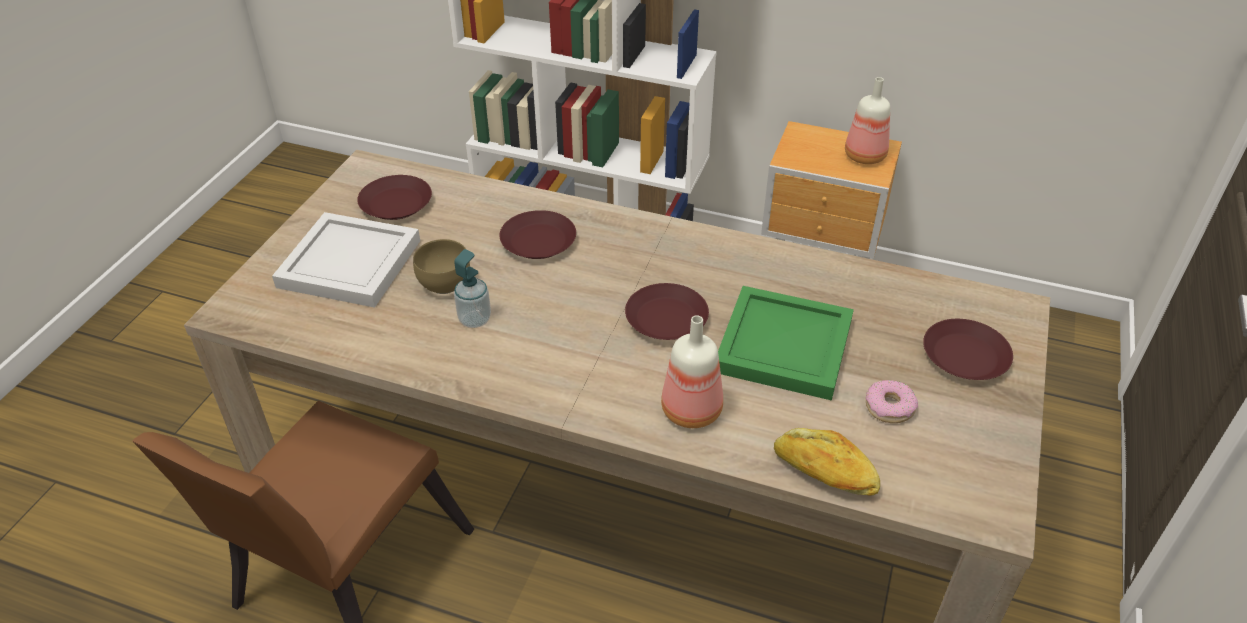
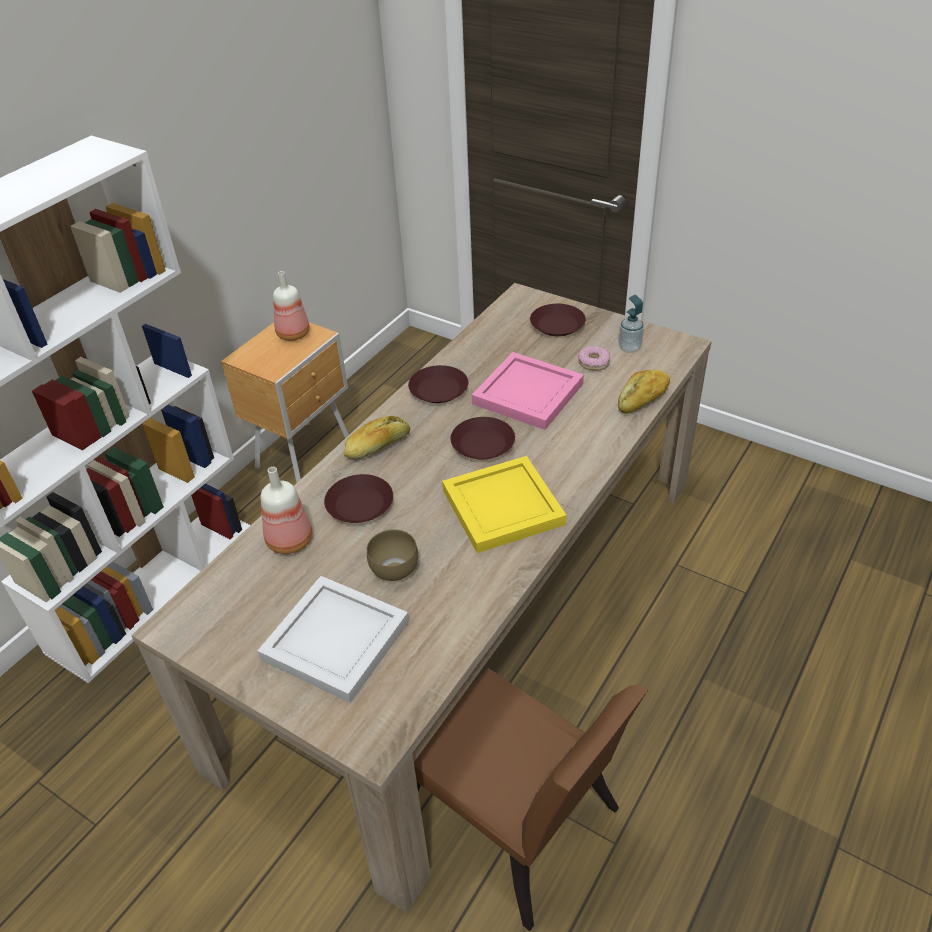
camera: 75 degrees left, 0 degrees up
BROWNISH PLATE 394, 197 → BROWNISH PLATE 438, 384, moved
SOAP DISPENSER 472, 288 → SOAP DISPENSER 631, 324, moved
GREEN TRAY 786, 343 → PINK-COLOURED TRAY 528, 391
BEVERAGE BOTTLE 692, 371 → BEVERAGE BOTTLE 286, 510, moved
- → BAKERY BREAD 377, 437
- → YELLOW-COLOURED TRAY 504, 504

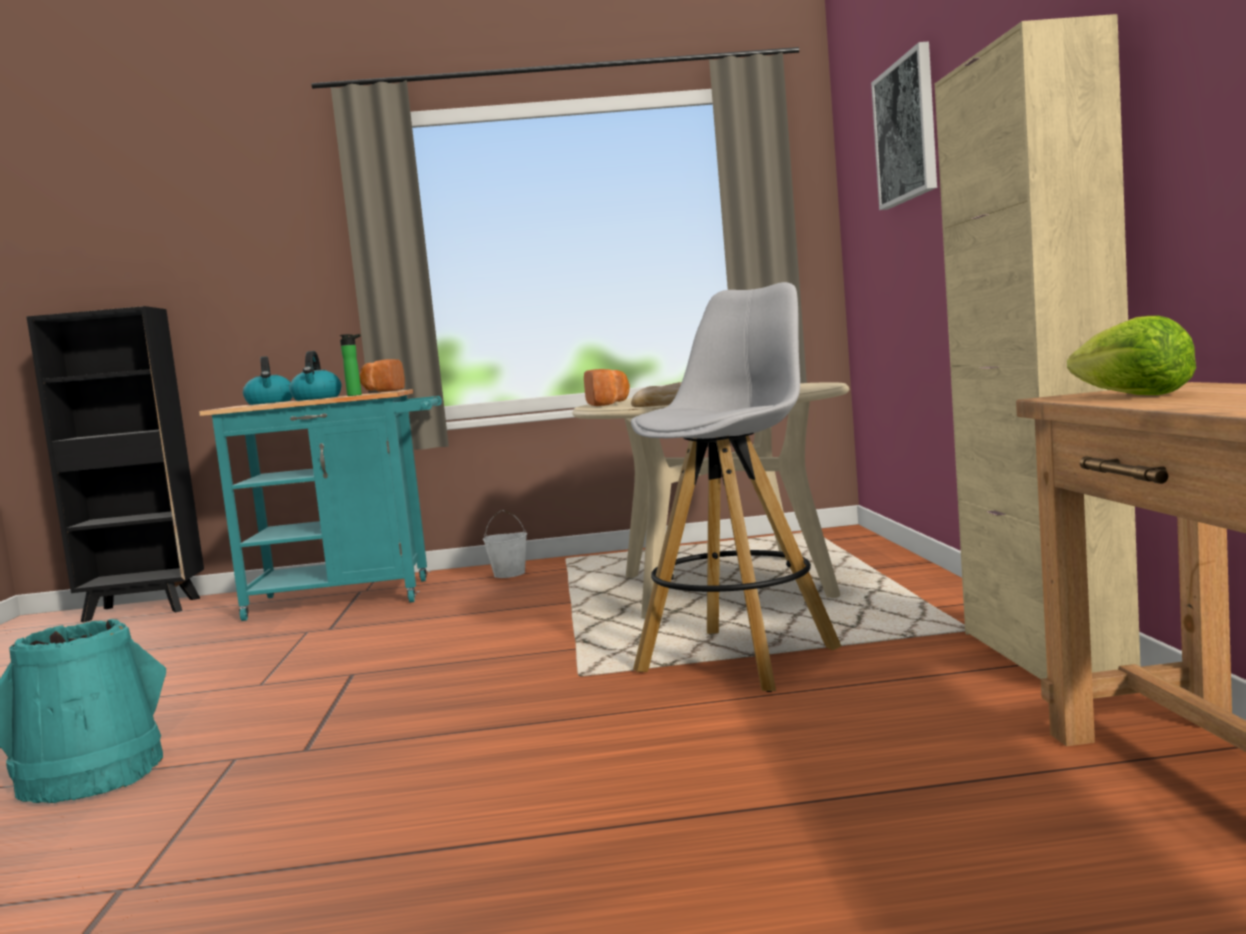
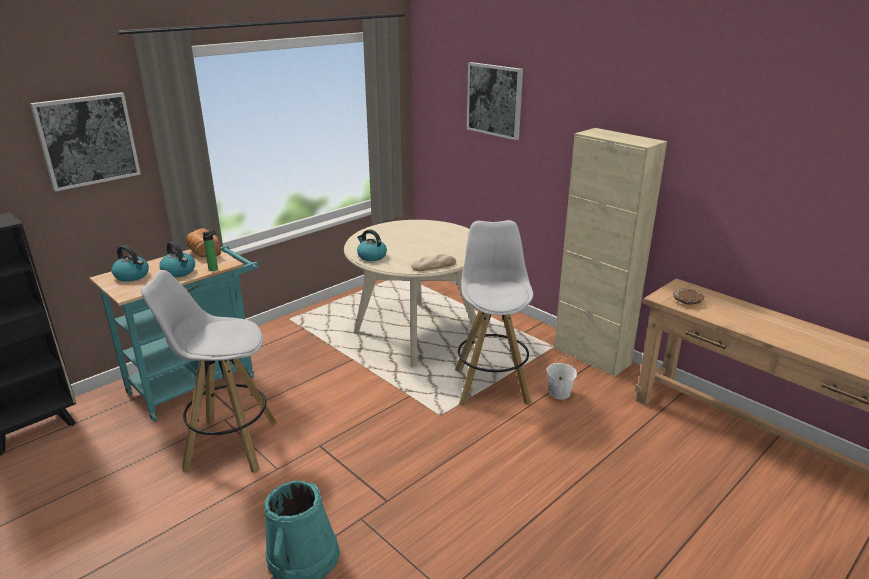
camera: 40 degrees left, 20 degrees up
LETTUCE 1131, 355 → BROWNISH PLATE 688, 297
BAKERY BREAD 607, 387 → KETTLE 372, 245
WHITE-COLOURED WATER BUCKET 505, 544 → WHITE-COLOURED WATER BUCKET 562, 377, moved
- → PICTURE 85, 142
- → WHITE-COLOURED SITTING STOOL 209, 371

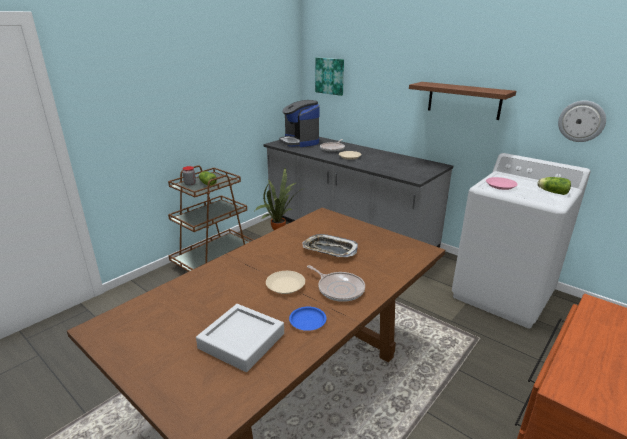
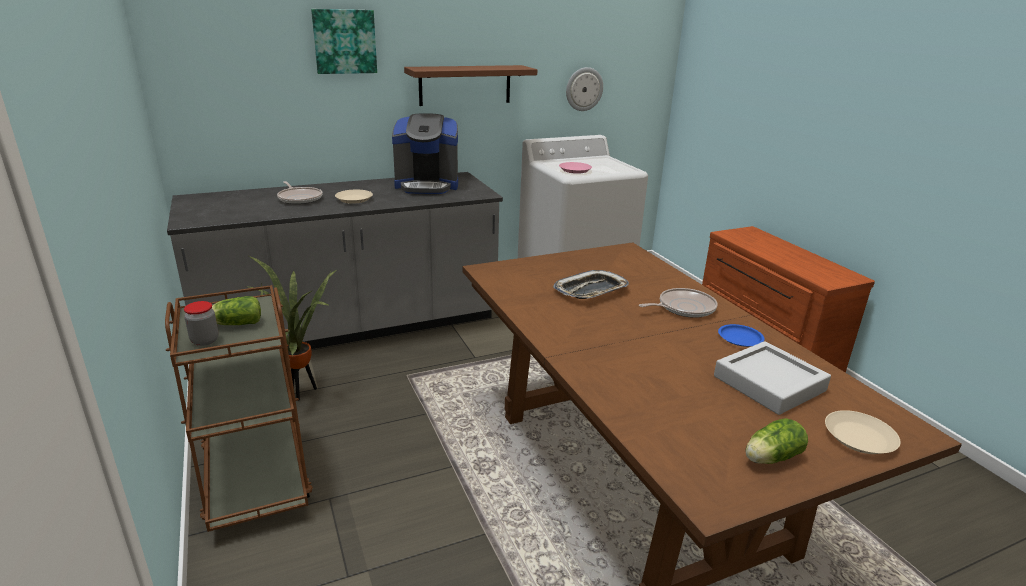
camera: 65 degrees left, 0 degrees up
PICTURE 329, 77 → PICTURE 344, 41, moved
COFFEE MAKER 299, 123 → COFFEE MAKER 425, 153, moved
LETTUCE 554, 186 → LETTUCE 777, 441, moved
BEIGE PLATE 285, 282 → BEIGE PLATE 863, 432, moved

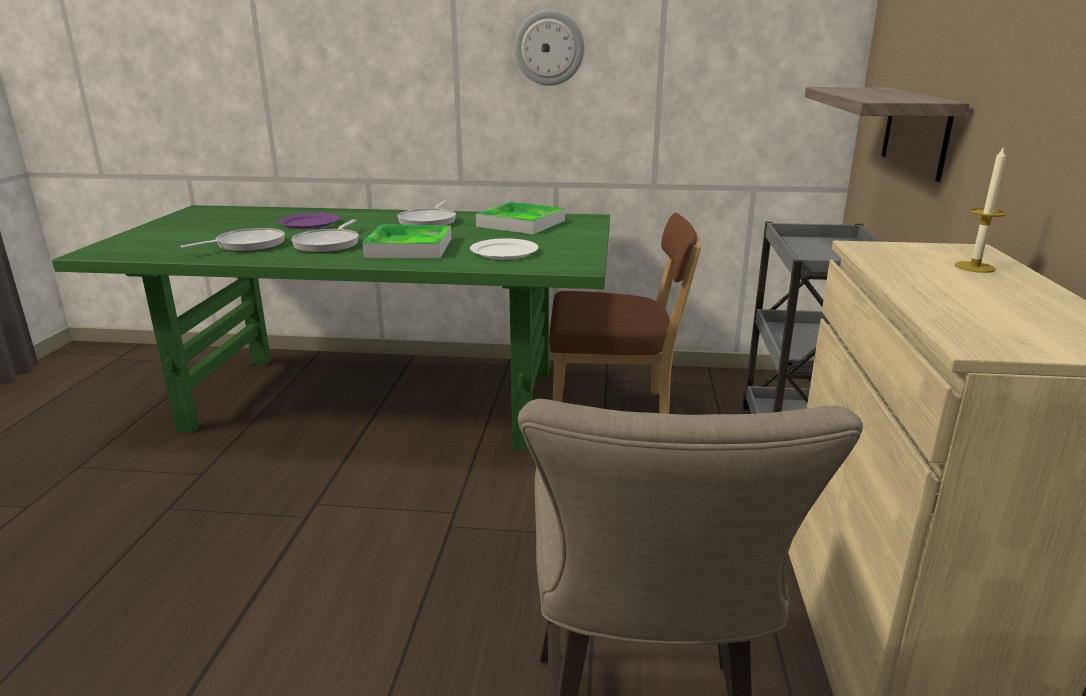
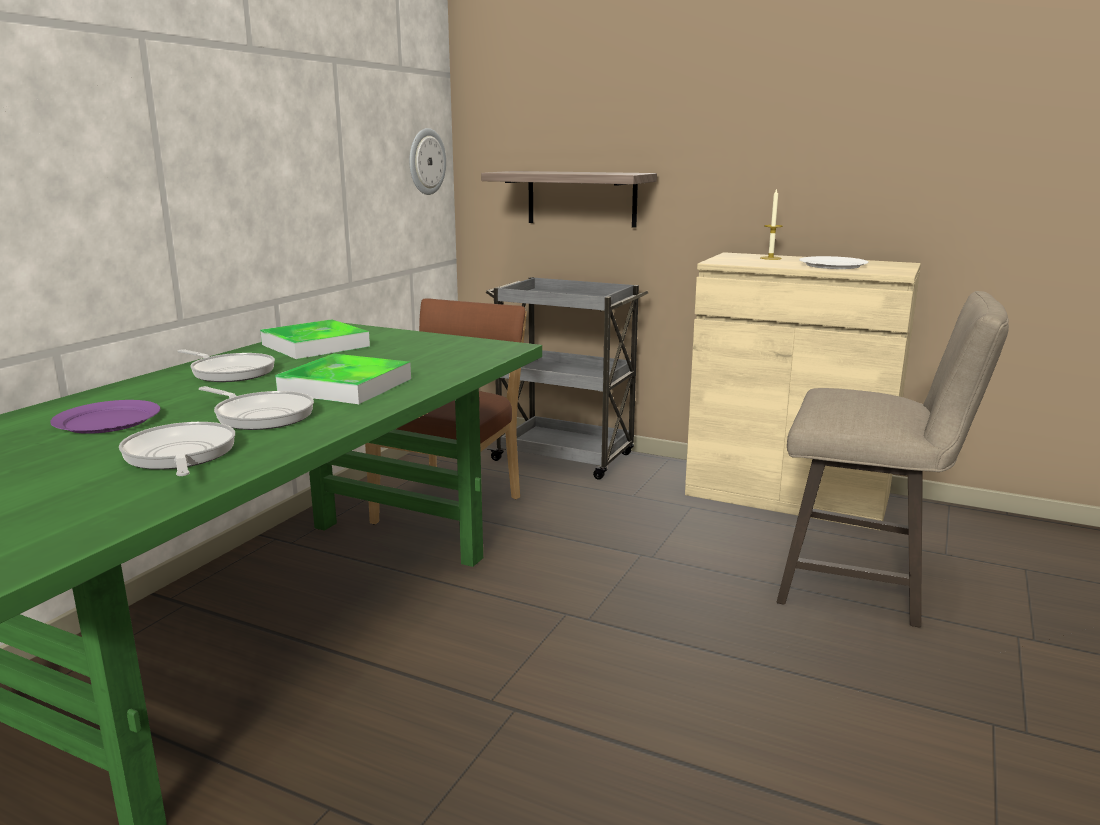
camera: 70 degrees left, 5 degrees down
WALL CLOCK 549, 48 → WALL CLOCK 427, 161, moved
WHITE-COLOURED PLATE 504, 248 → WHITE-COLOURED PLATE 833, 262, moved

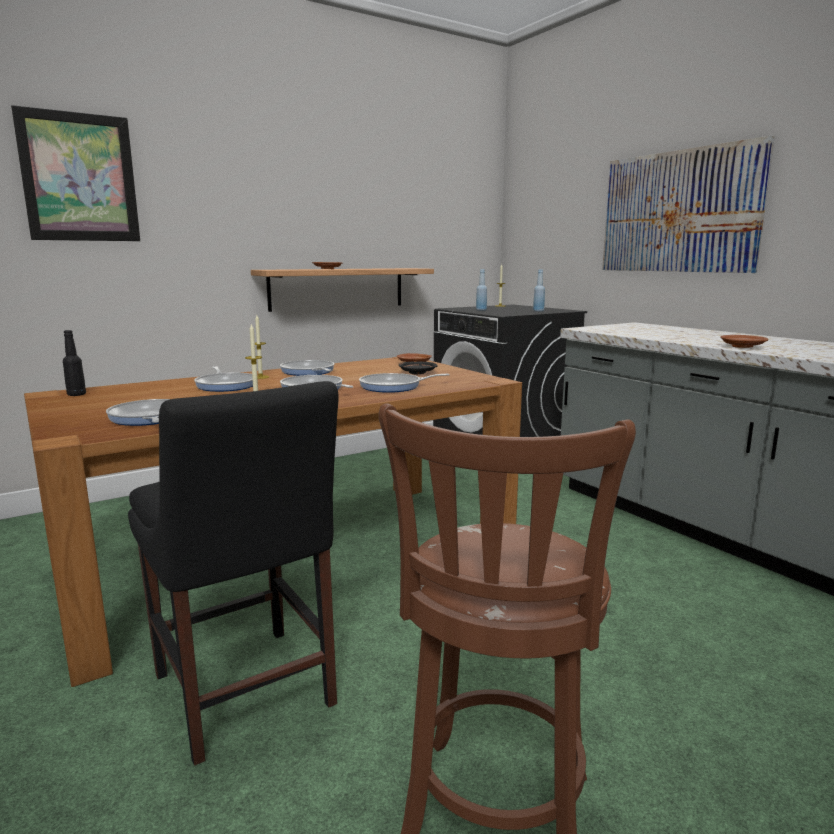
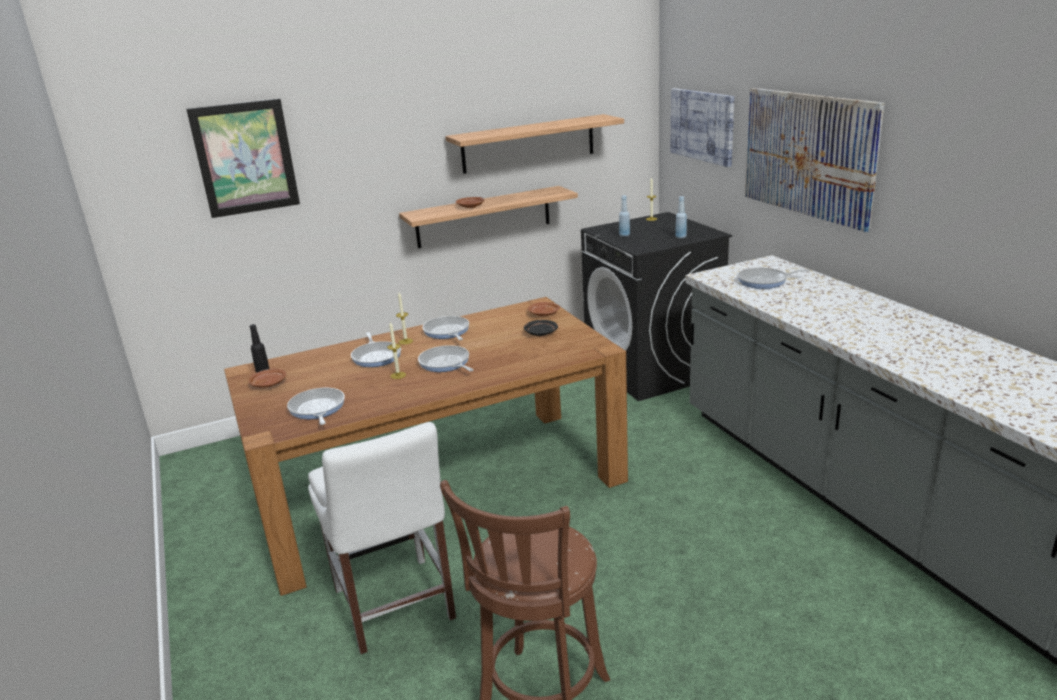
camera: 10 degrees right, 10 degrees up
BROWNISH PLATE 744, 341 → BROWNISH PLATE 267, 378, moved
SKILLET 404, 383 → SKILLET 774, 278, moved
BLACK-COLOURED UPRIGHT CHAIR 233, 573 → WHITE-COLOURED UPRIGHT CHAIR 382, 538
- → PICTURE 702, 127
- → SHELF 534, 144

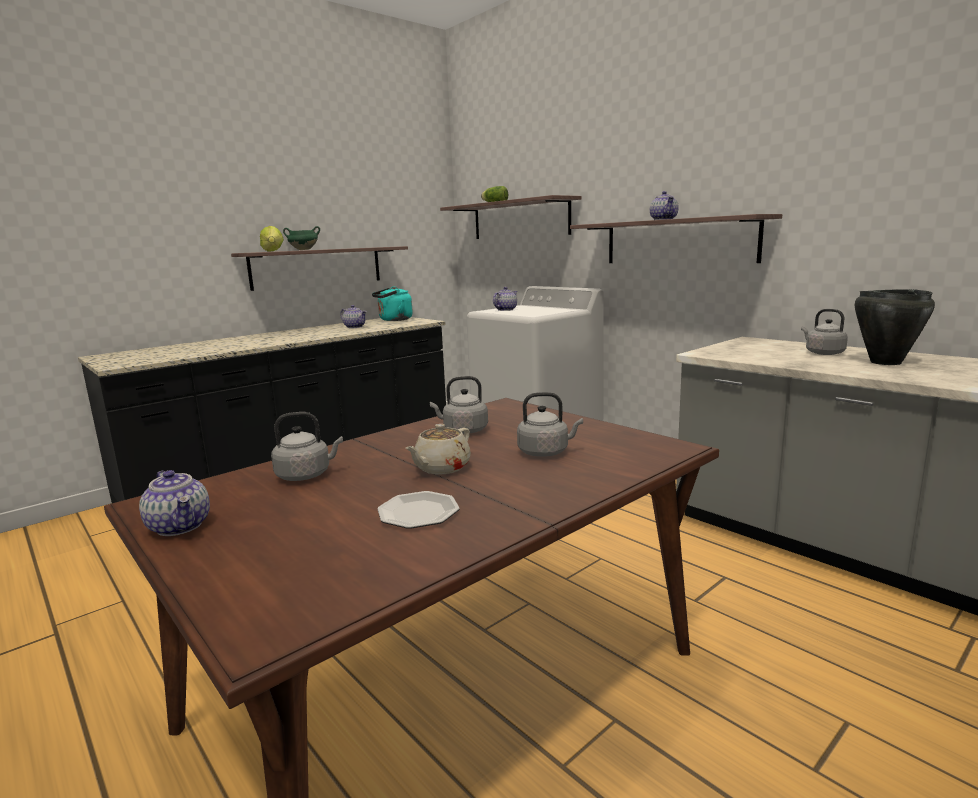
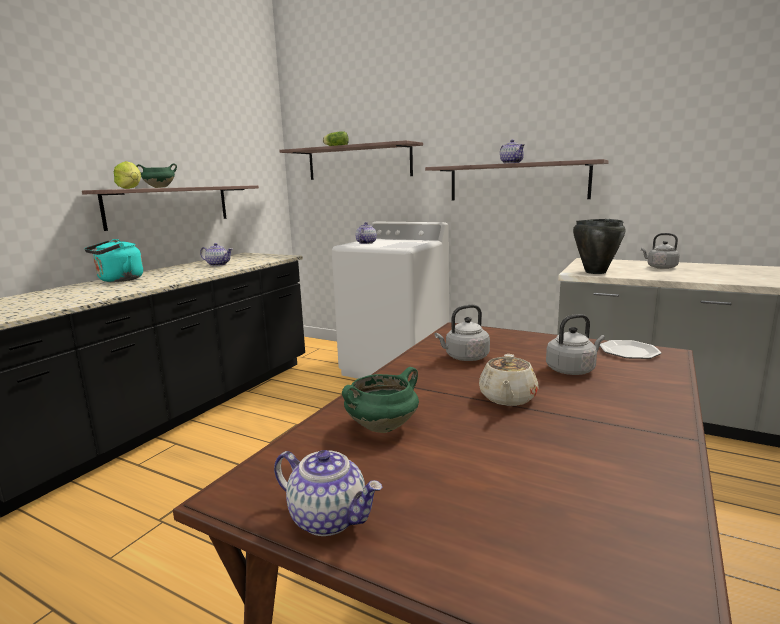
camera: 20 degrees left, 0 degrees up
TURQUOISE KETTLE 392, 304 → TURQUOISE KETTLE 114, 260, moved
BLACK-COLOURED STOCKPOT 895, 327 → BLACK-COLOURED STOCKPOT 599, 246, moved
GRAY KETTLE 307, 446 → GREEN STOCKPOT 380, 400
PLATE 418, 510 → PLATE 631, 349, moved

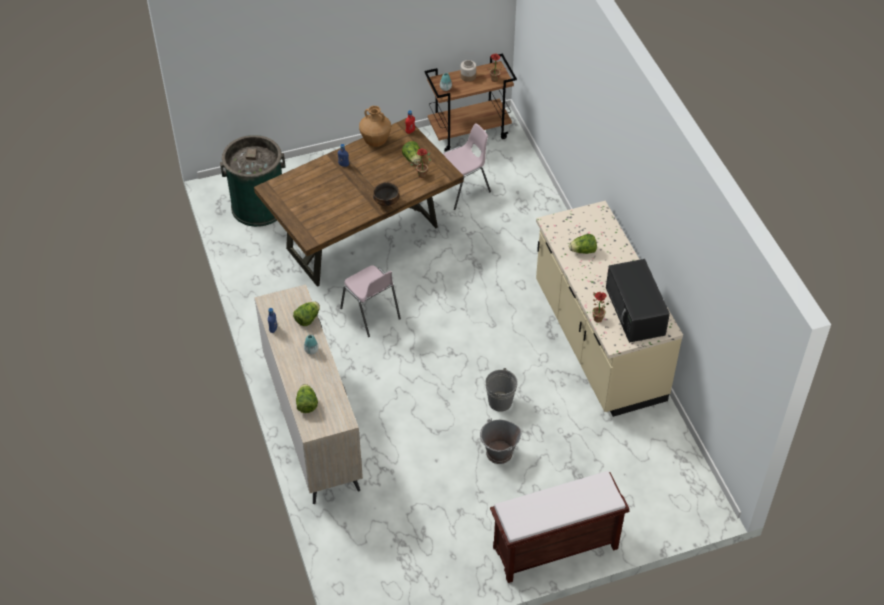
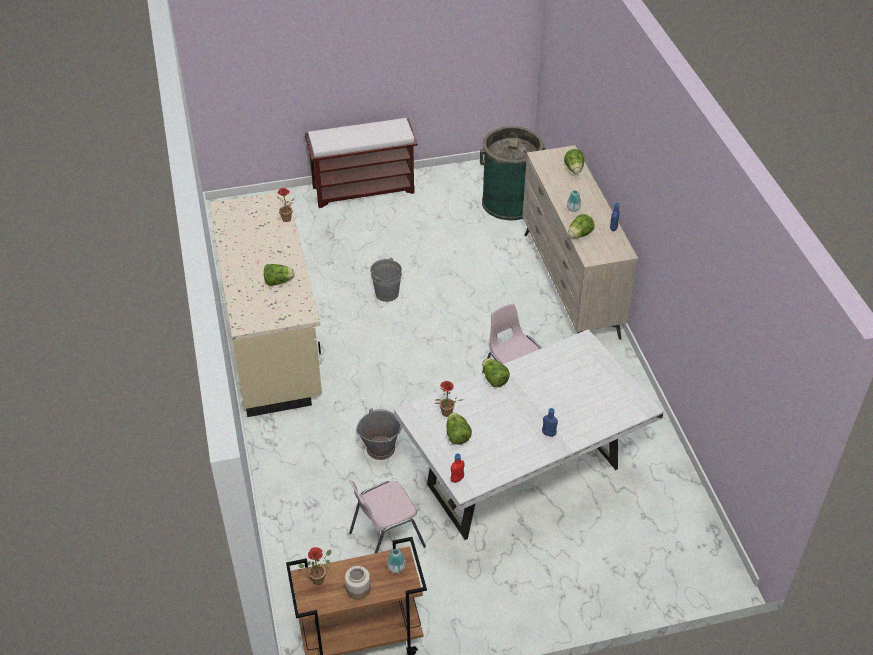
camera: 175 degrees left, 5 degrees down
BROWNISH FLOWER VASE 375, 126 → -
BROWNISH DINNER TABLE 359, 202 → WHITE-COLOURED DINNER TABLE 529, 434
GREEN TRASH CAN 253, 181 → GREEN TRASH CAN 513, 173, moved
DEEP DISH 386, 194 → LETTUCE 496, 372
BLACK-COLOURED KITCHEN MICROWAVE 638, 301 → -
GRAY WATER BUCKET 500, 441 → GRAY WATER BUCKET 379, 434, moved

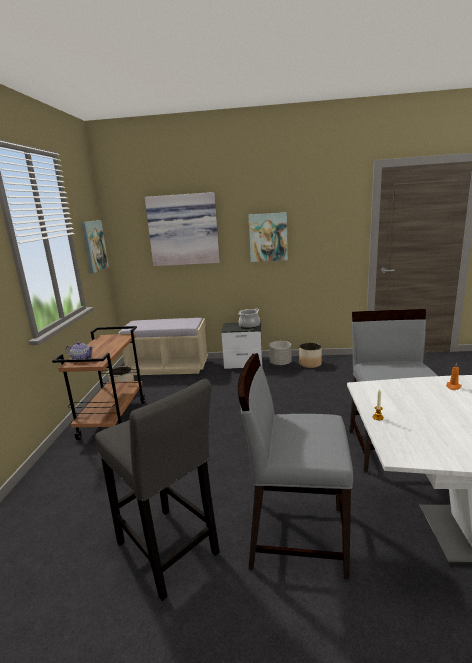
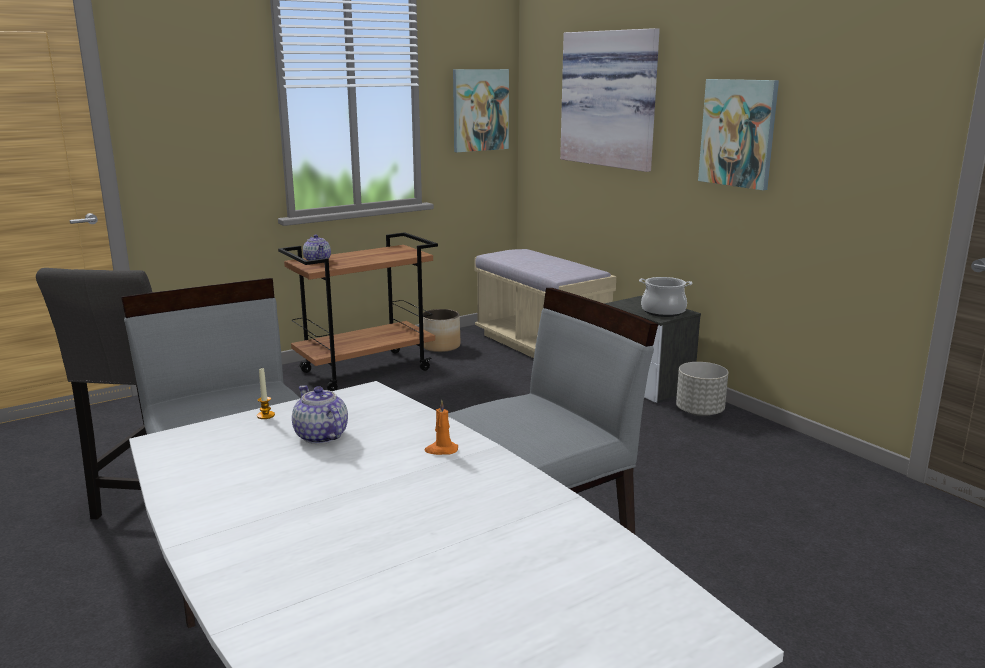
camera: 50 degrees right, 0 degrees up
PLANTER 310, 355 → -
- → TEAPOT 320, 414

